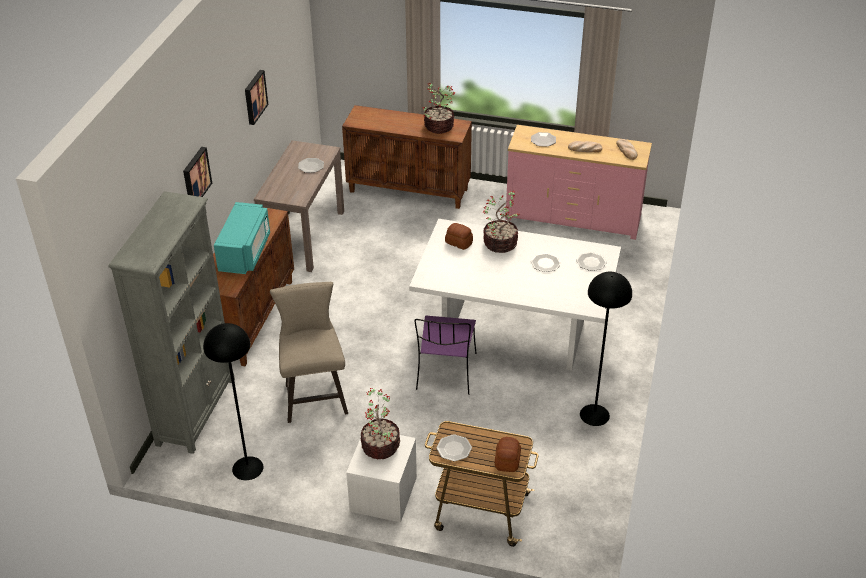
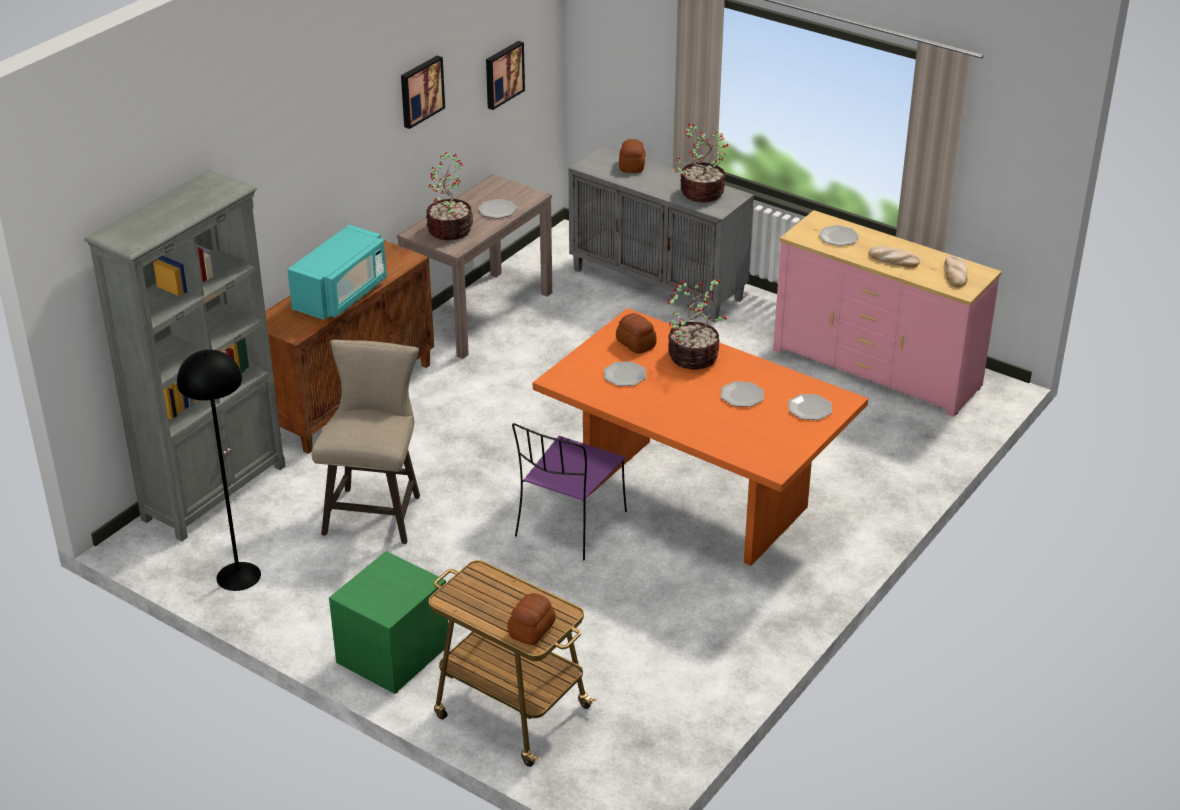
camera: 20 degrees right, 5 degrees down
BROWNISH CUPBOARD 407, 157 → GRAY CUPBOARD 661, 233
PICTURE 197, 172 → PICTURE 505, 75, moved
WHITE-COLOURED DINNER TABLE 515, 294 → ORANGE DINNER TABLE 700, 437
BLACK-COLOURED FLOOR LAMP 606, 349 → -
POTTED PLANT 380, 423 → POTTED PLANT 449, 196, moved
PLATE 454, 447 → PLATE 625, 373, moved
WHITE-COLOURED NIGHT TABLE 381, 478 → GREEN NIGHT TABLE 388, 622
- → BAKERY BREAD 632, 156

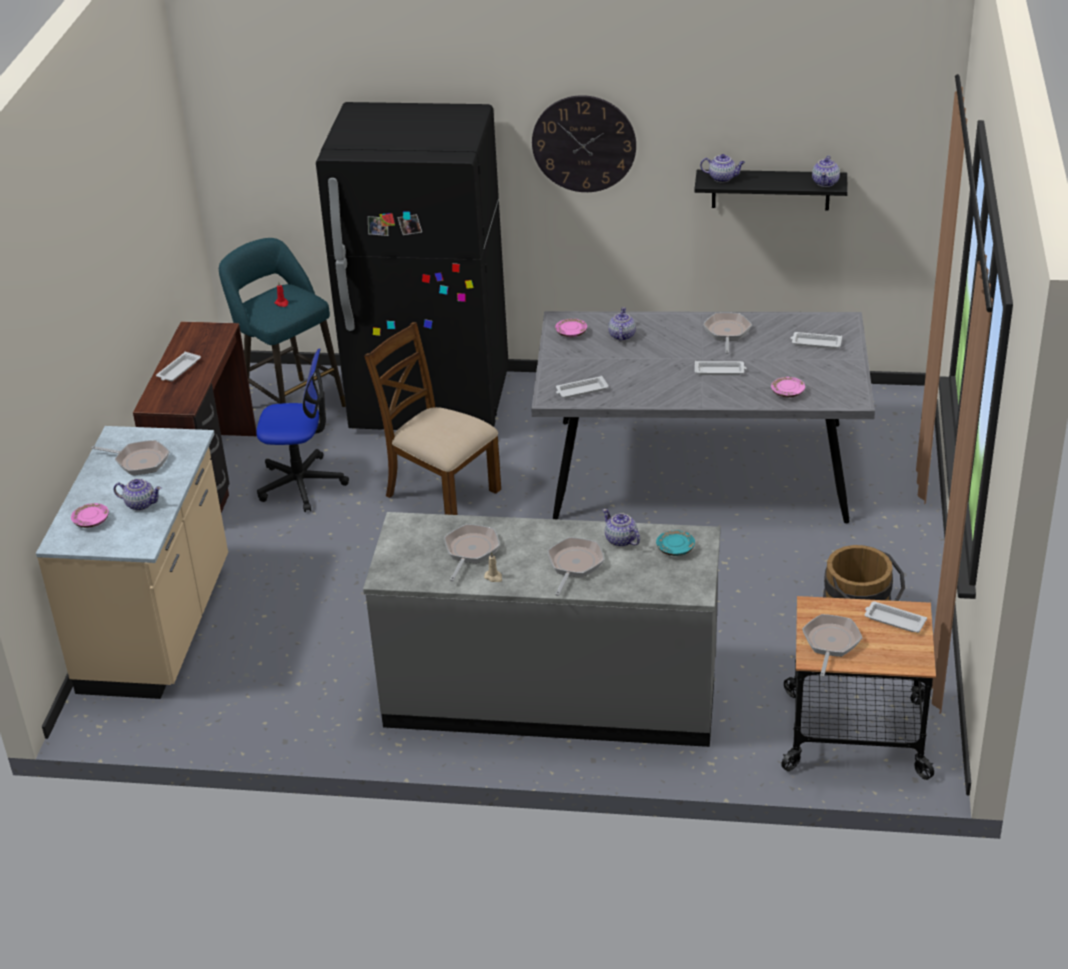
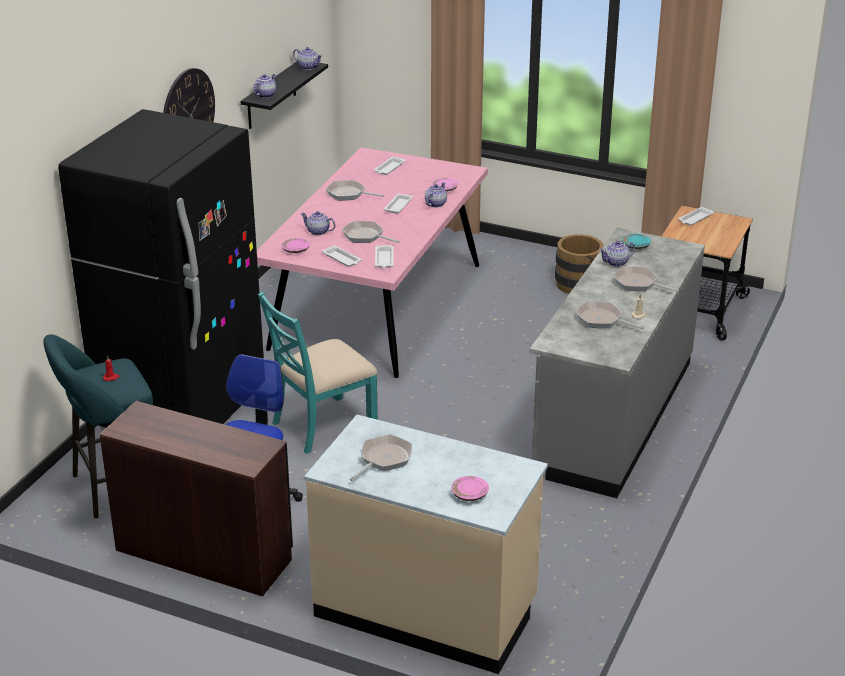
camera: 75 degrees left, 5 degrees down
GRAY DINNER TABLE 703, 417 → PINK-COLOURED DINNER TABLE 372, 262
BROWNISH UPRIGHT CHAIR 432, 418 → TURQUOISE UPRIGHT CHAIR 318, 373
WHITE-COLOURED TRAY 178, 366 → WHITE-COLOURED TRAY 342, 256, moved
TEAPOT 138, 495 → TEAPOT 436, 194, moved
SKILLET 832, 645 → SKILLET 371, 232, moved

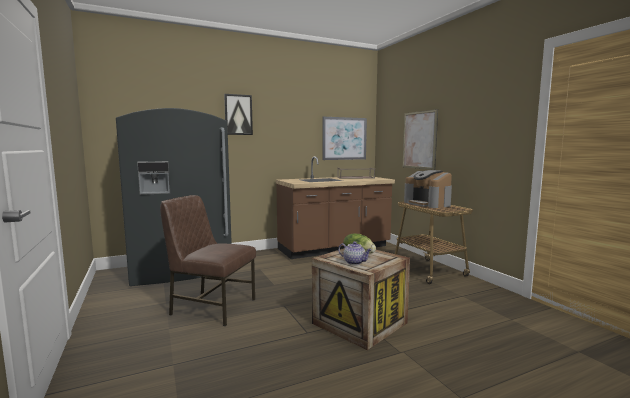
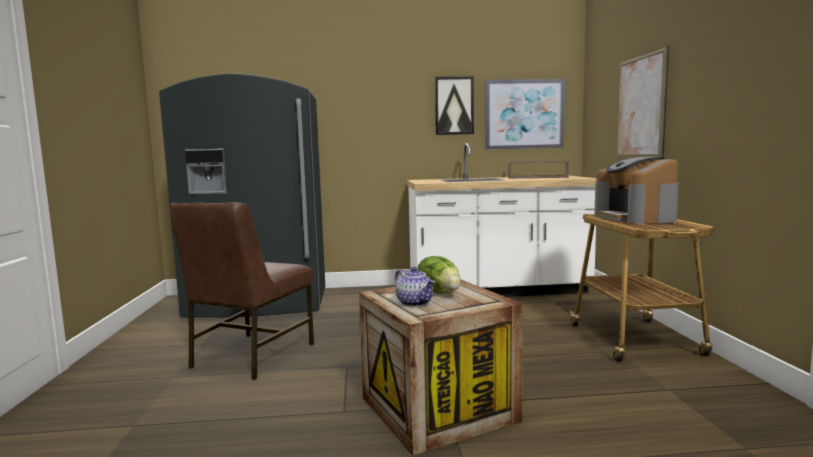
camera: 20 degrees right, 0 degrees up
PICTURE 238, 114 → PICTURE 454, 105, moved
BROWNISH COUNTER 335, 207 → WHITE-COLOURED COUNTER 501, 220
BROWNISH UPRIGHT CHAIR 208, 260 → BROWNISH UPRIGHT CHAIR 242, 291, 105 degrees counterclockwise

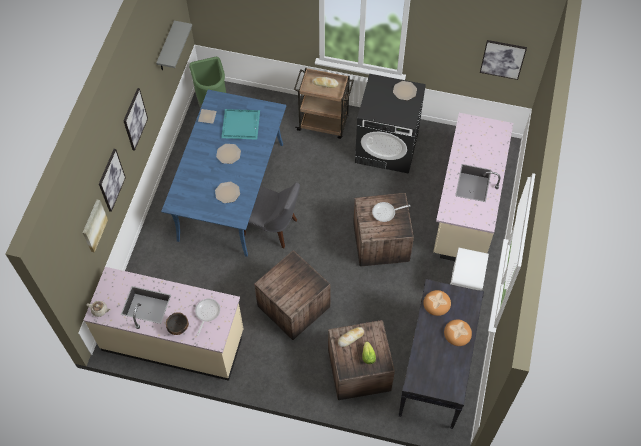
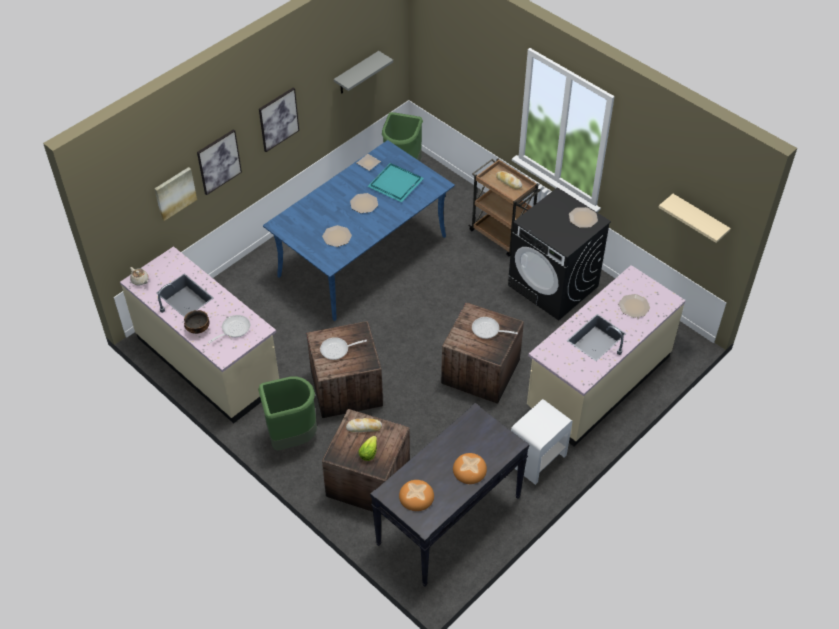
camera: 30 degrees right, 10 degrees down
PICTURE 503, 60 → BEIGE SHELF 694, 218
GRAY UPRIGHT CHAIR 272, 215 → -
BAKERY BREAD 437, 303 → BAKERY BREAD 416, 495, moved
- → PLATE 634, 306
- → SKILLET 343, 348
- → GREEN TRASH CAN 287, 413

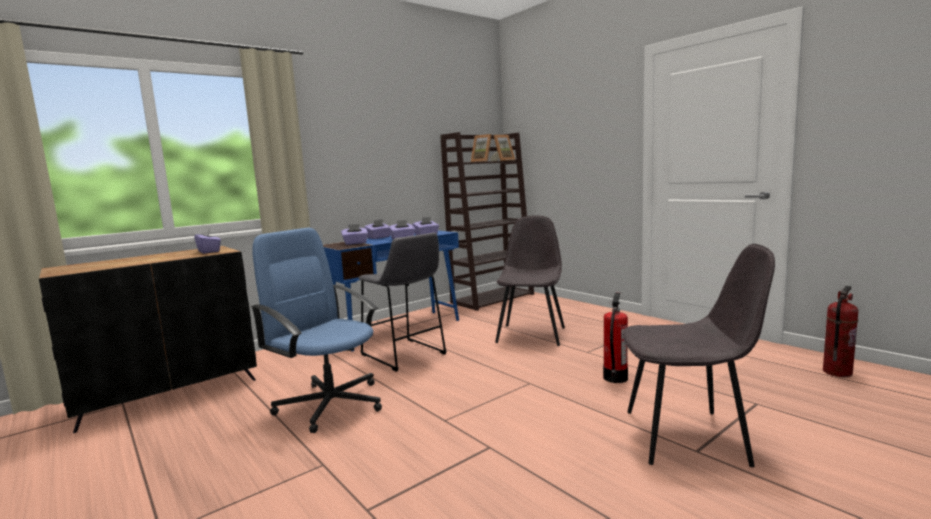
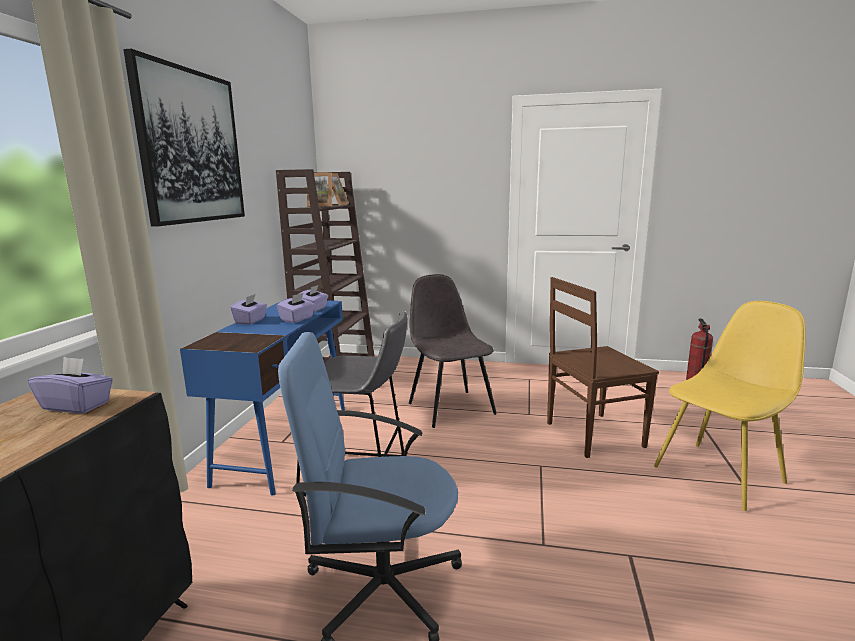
camera: 40 degrees left, 5 degrees up
PURPLE TISSUE HOLDER 354, 234 → -
GRAY UPRIGHT CHAIR 698, 355 → YELLOW-COLOURED UPRIGHT CHAIR 729, 406
FIRE-FIGHTING CYLINDER 615, 338 → BROWNISH UPRIGHT CHAIR 603, 367
- → PICTURE 184, 137

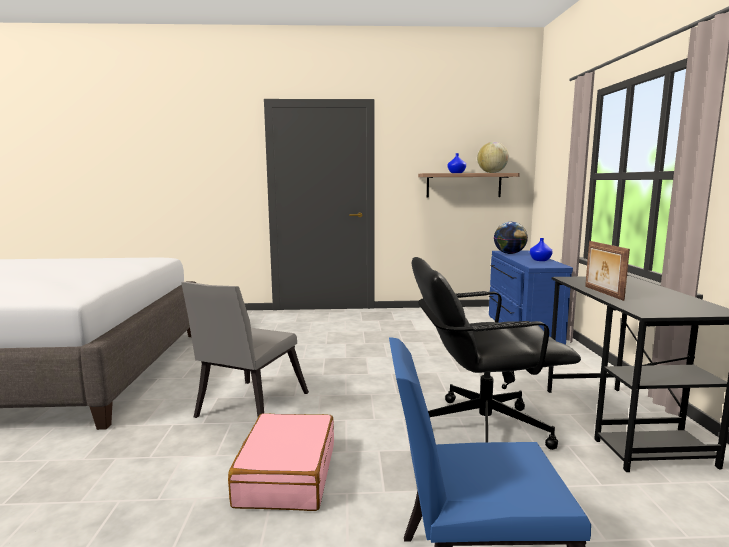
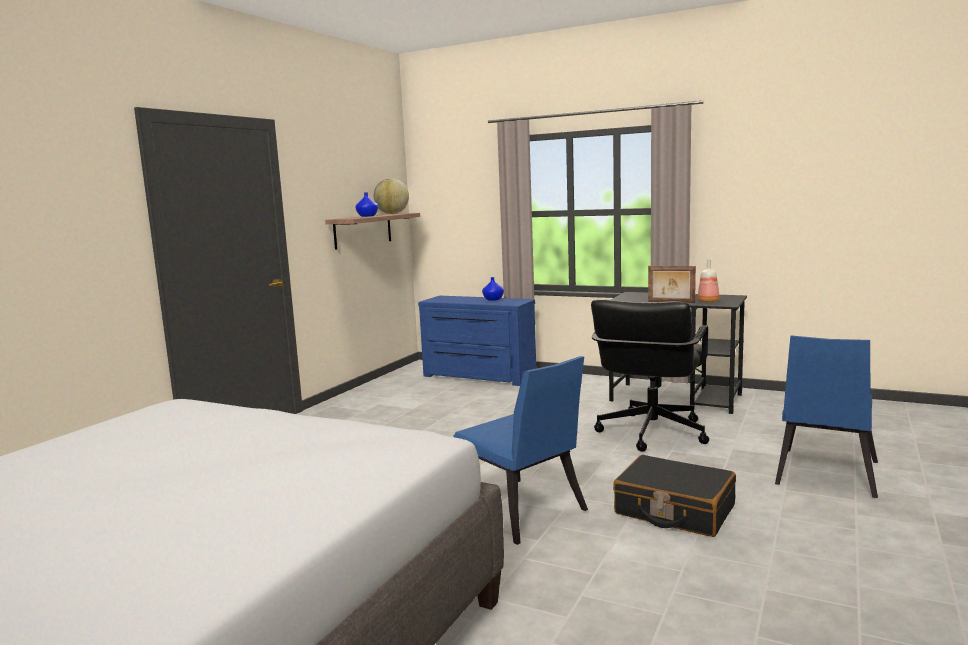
camera: 60 degrees left, 0 degrees up
DESK GLOBE 511, 238 → -
GRAY UPRIGHT CHAIR 245, 350 → BLUISH UPRIGHT CHAIR 521, 450
PINK-COLOURED PIECE OF LUGGAGE 281, 462 → BLACK-COLOURED PIECE OF LUGGAGE 674, 496
- → BEVERAGE BOTTLE 708, 281

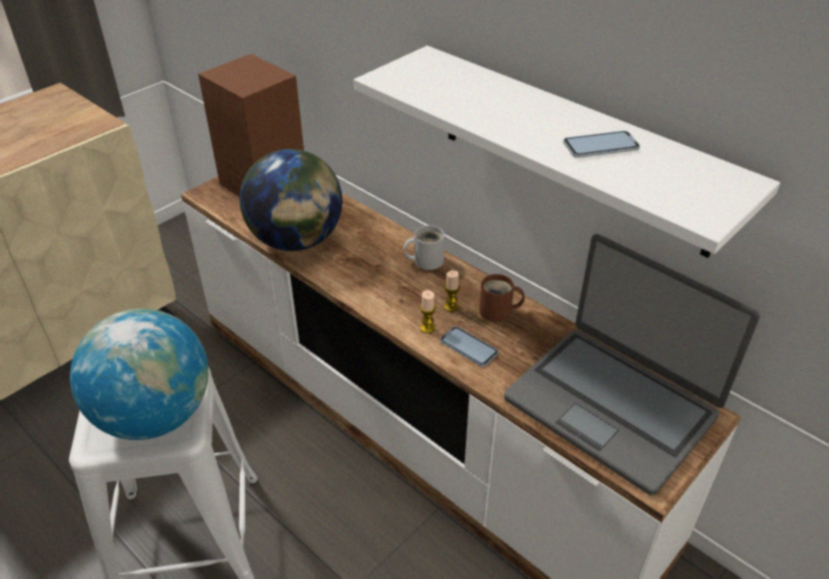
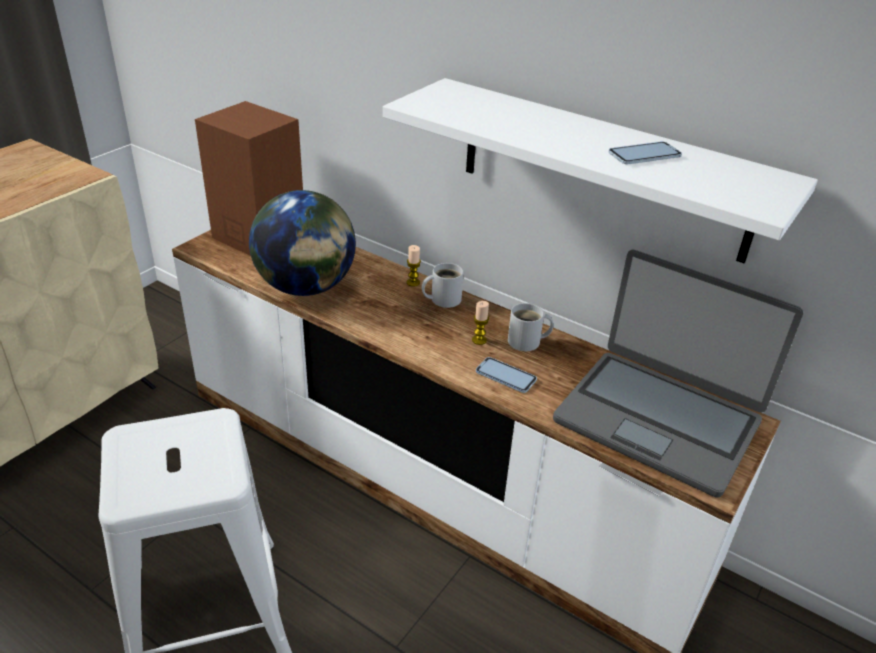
camera: 10 degrees left, 5 degrees down
BROWNISH TEA MUG 502, 298 → WHITE-COLOURED TEA MUG 531, 327
WAX CANDLE 428, 311 → WAX CANDLE 414, 266, moved
DESK GLOBE 139, 374 → -

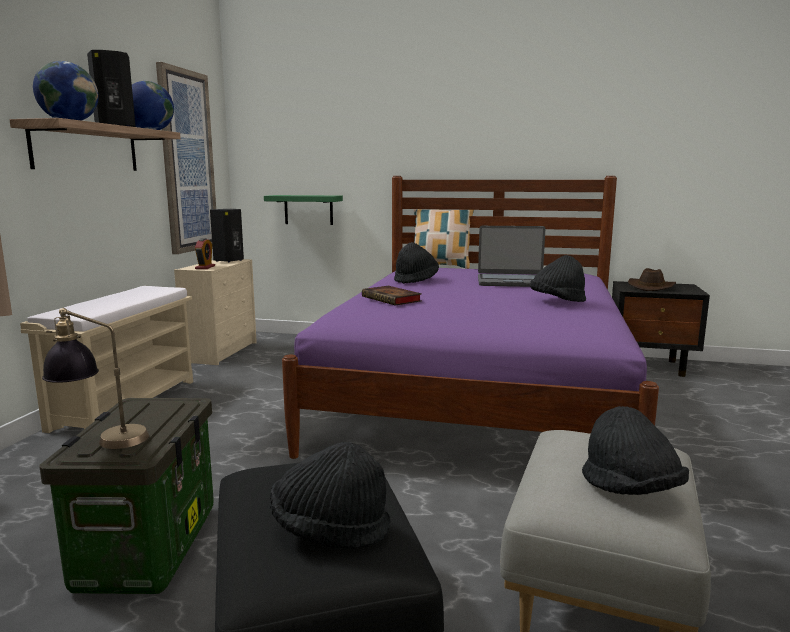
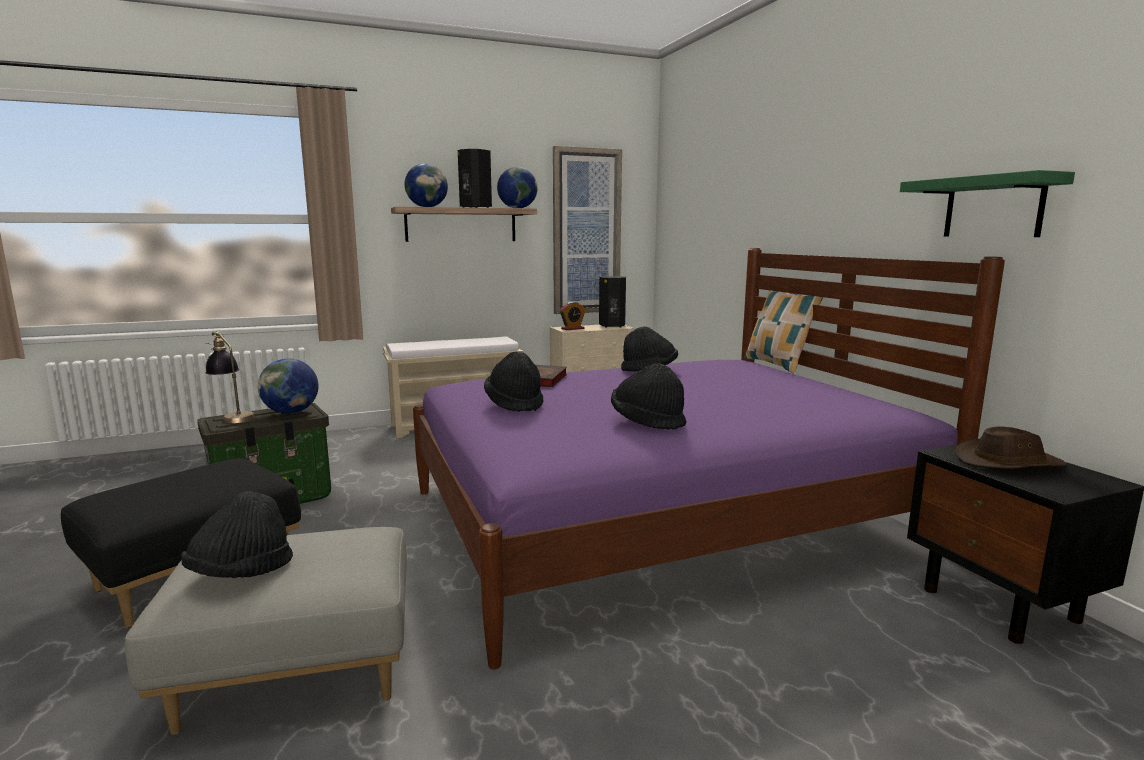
camera: 55 degrees right, 0 degrees up
GREEN SHELF 303, 210 → GREEN SHELF 987, 203, moved
PORTABLE COMPUTER 511, 256 → -
BLACK-COLOURED HAT 330, 495 → BLACK-COLOURED HAT 513, 381, moved
- → DESK GLOBE 288, 386

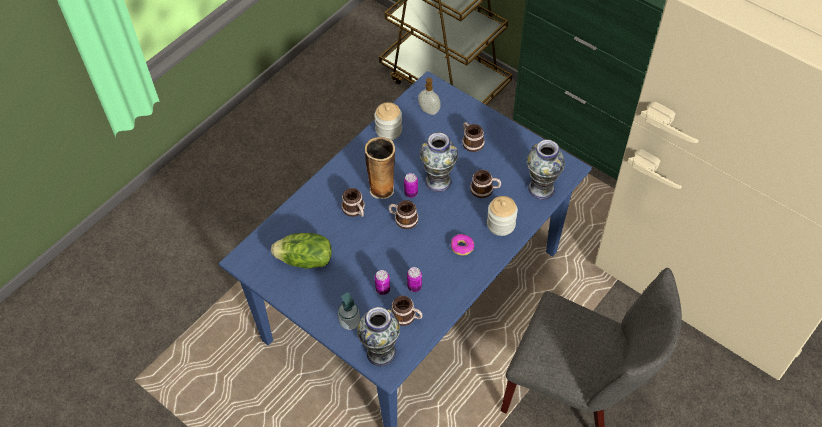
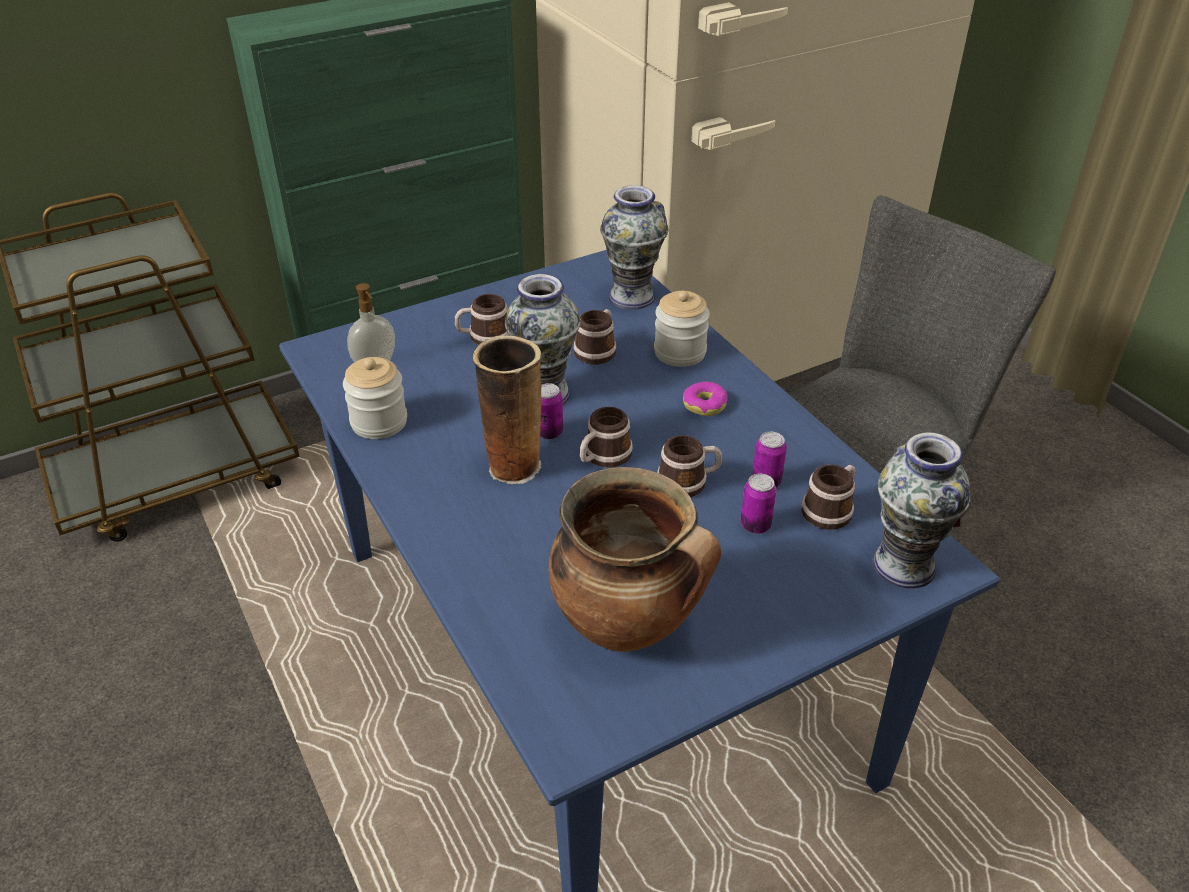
camera: 70 degrees left, 15 degrees down
TEA MUG 353, 202 → TEA MUG 689, 466, moved
LETTUCE 301, 251 → STOCKPOT 635, 559
SOAP DISPENSER 349, 311 → -

